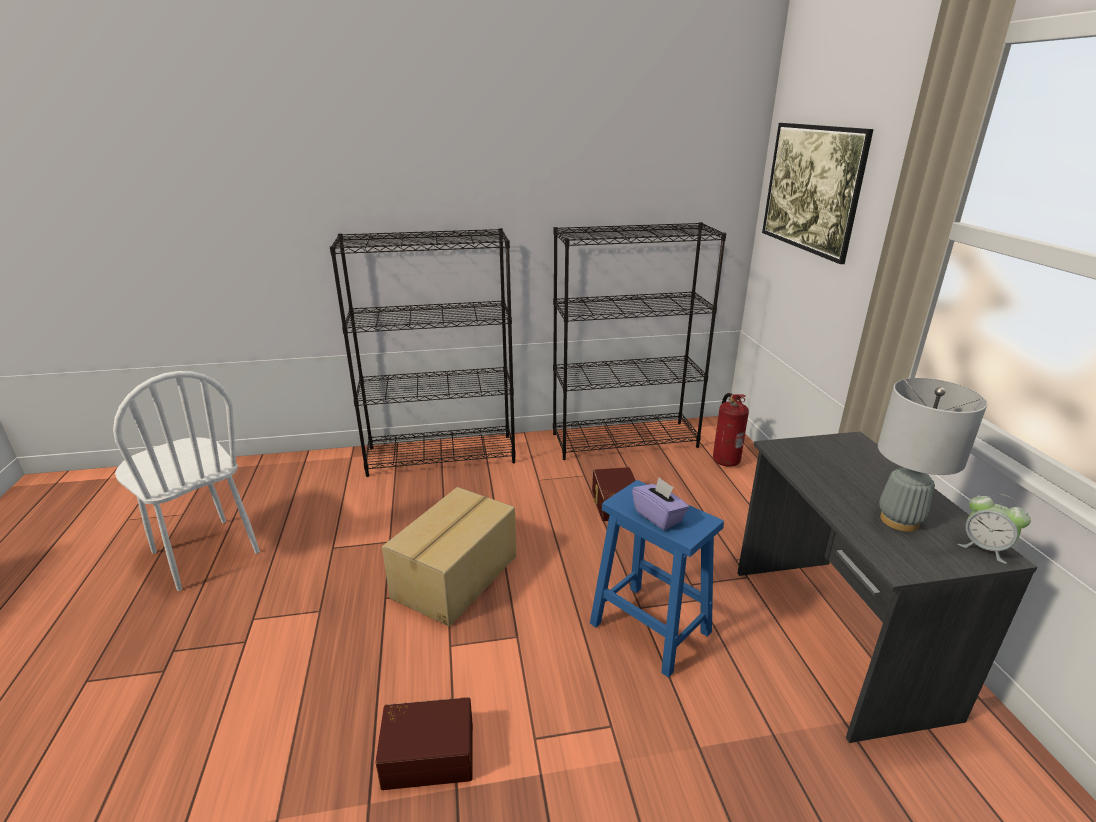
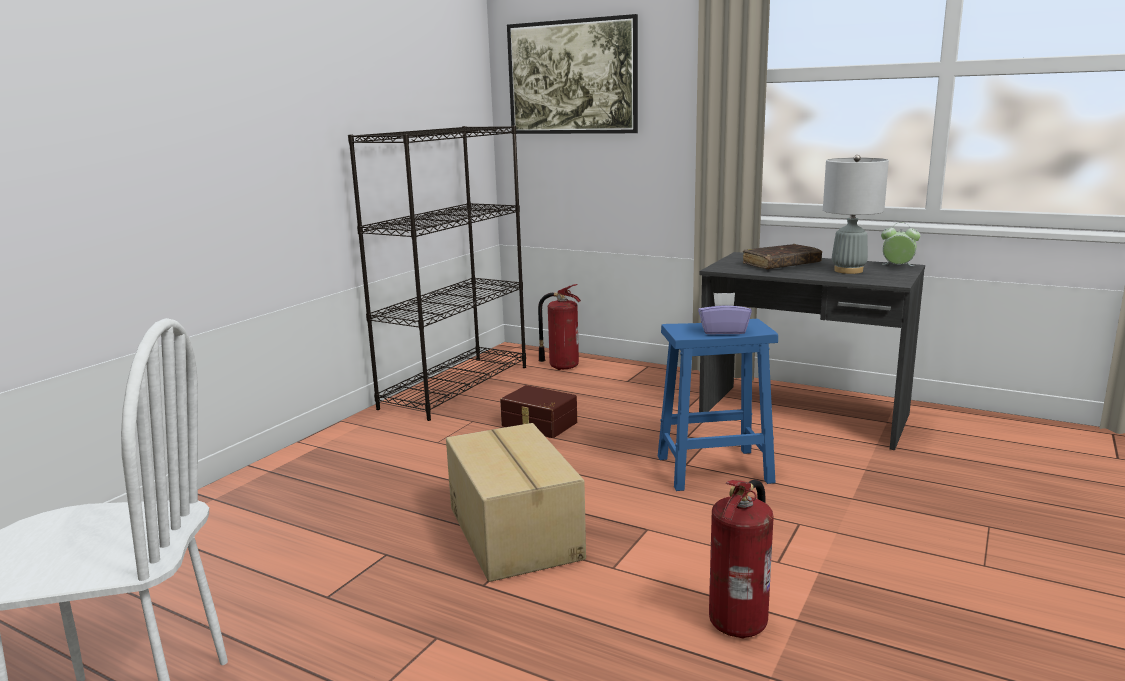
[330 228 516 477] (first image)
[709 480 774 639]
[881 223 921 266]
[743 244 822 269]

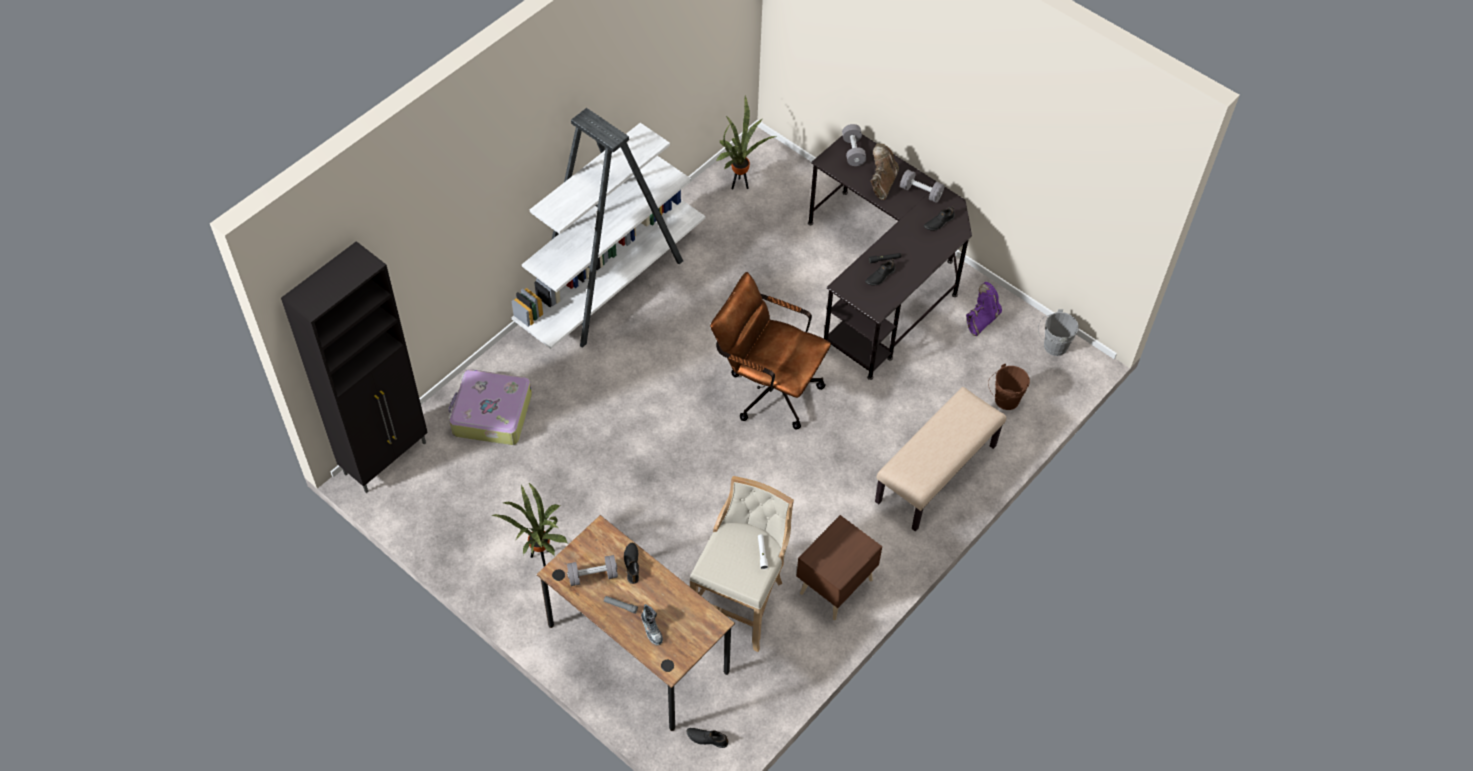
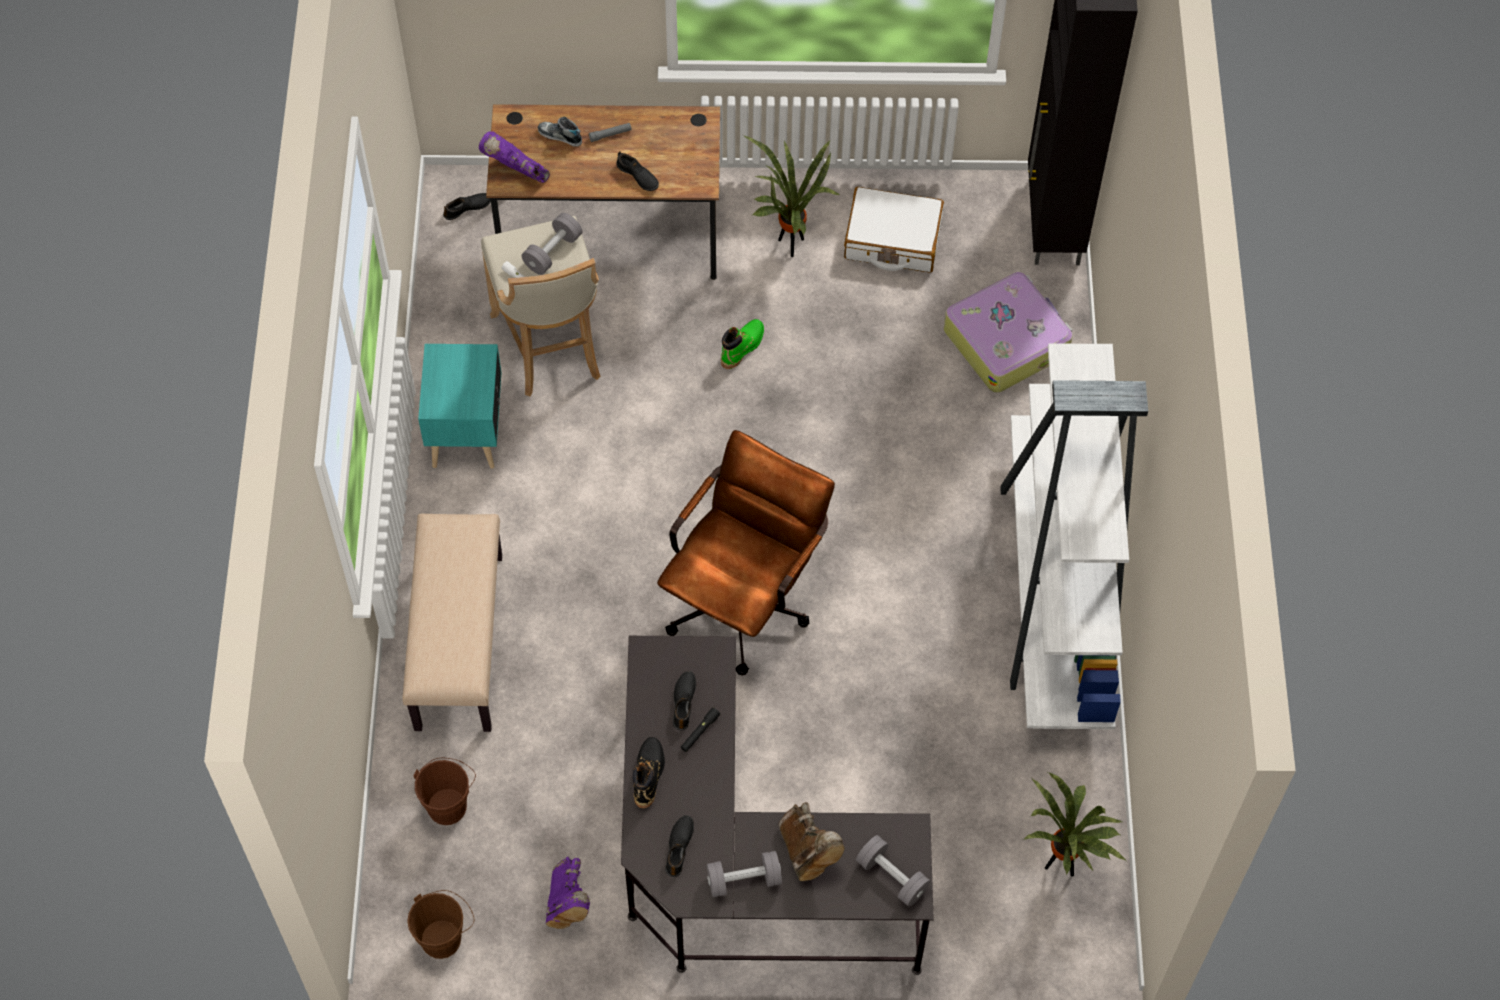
[522 213 582 275]
[657 430 835 676]
[418 344 502 469]
[407 890 474 959]
[479 131 550 183]
[633 737 665 808]
[721 319 764 369]
[844 187 944 272]

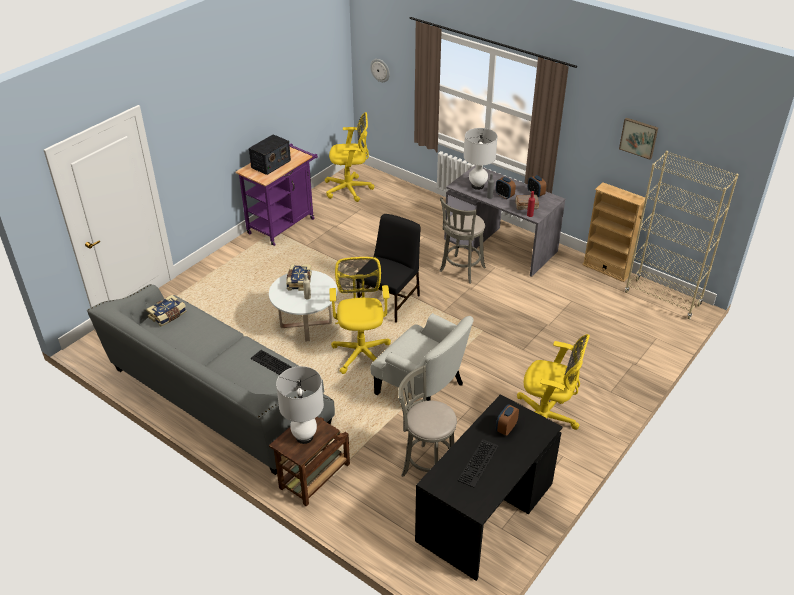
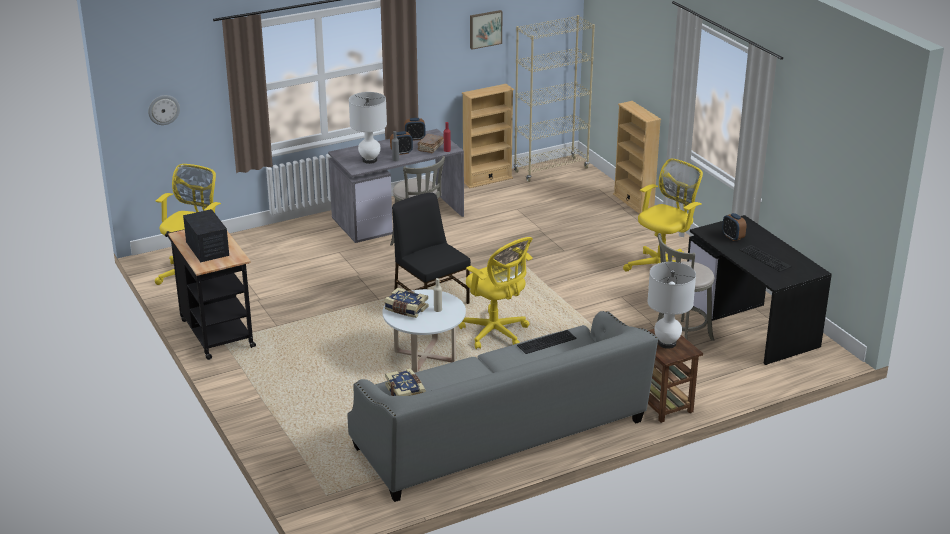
[165 229 256 360]
[458 237 533 349]
[370 313 474 401] (first image)
[613 101 661 214]

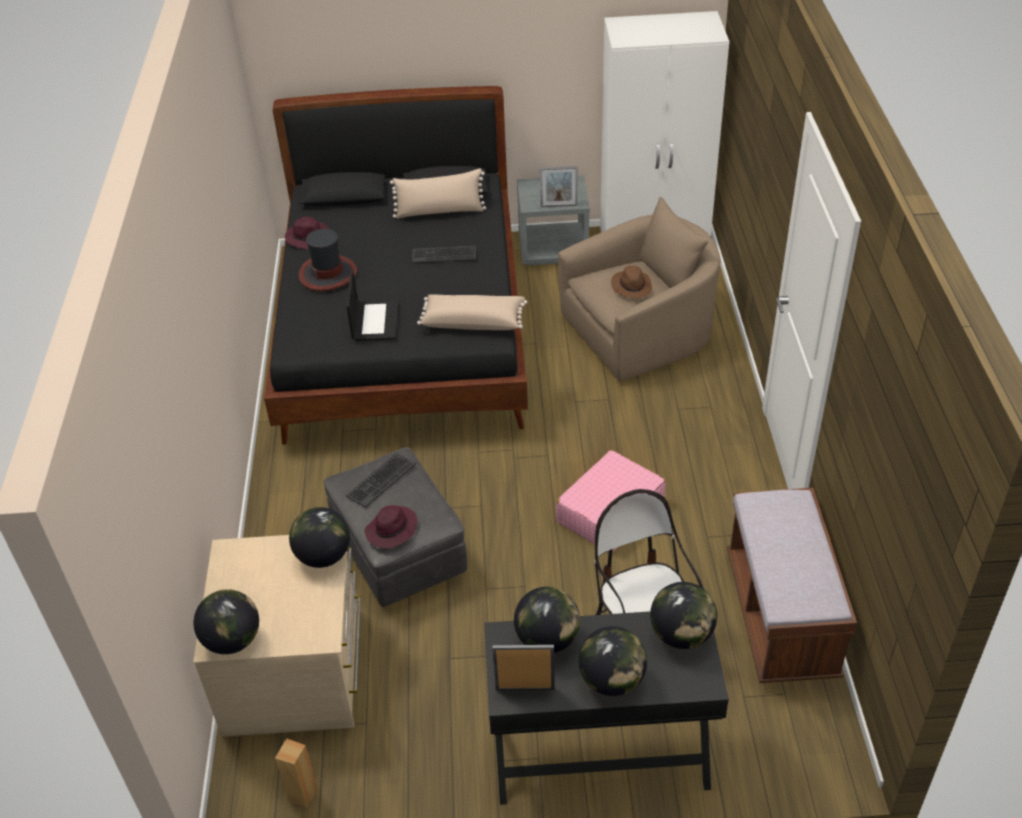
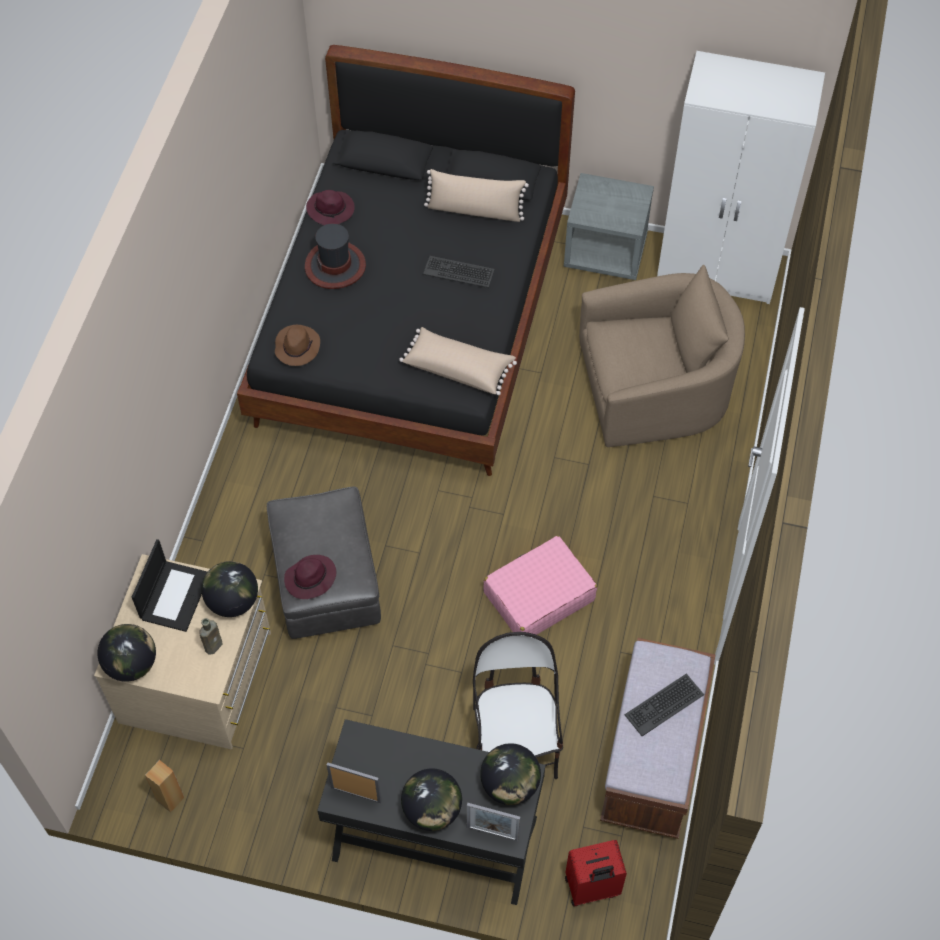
[132 539 207 632]
[625 674 704 736]
[514 587 580 653] (first image)
[467 803 520 841]
[275 325 320 366]
[199 618 223 654]
[565 840 627 907]

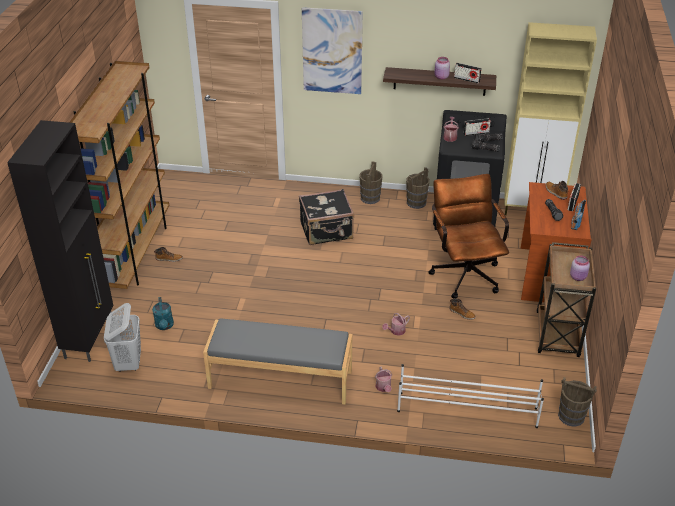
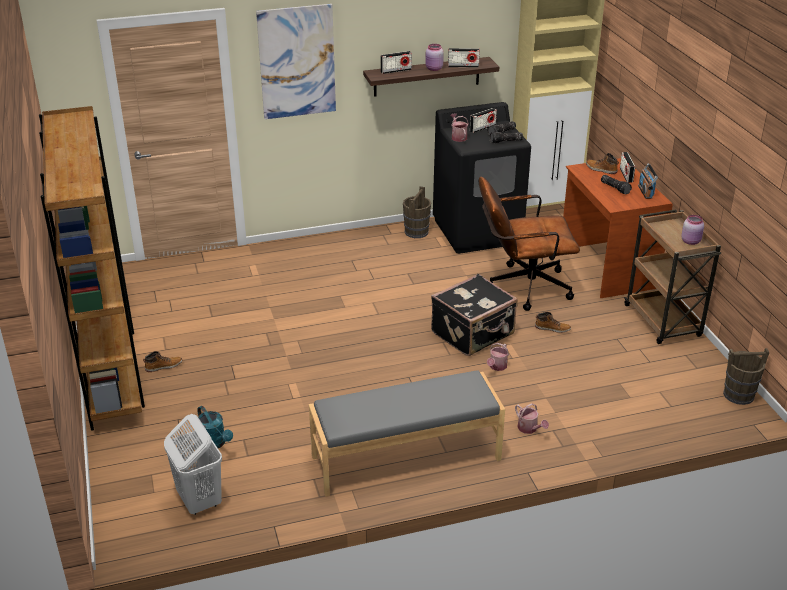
[7 120 113 362] (first image)
[431 274 518 356]
[360 161 382 204] (first image)
[397 364 544 428] (first image)
[479 177 580 311]
[381 51 412 74]

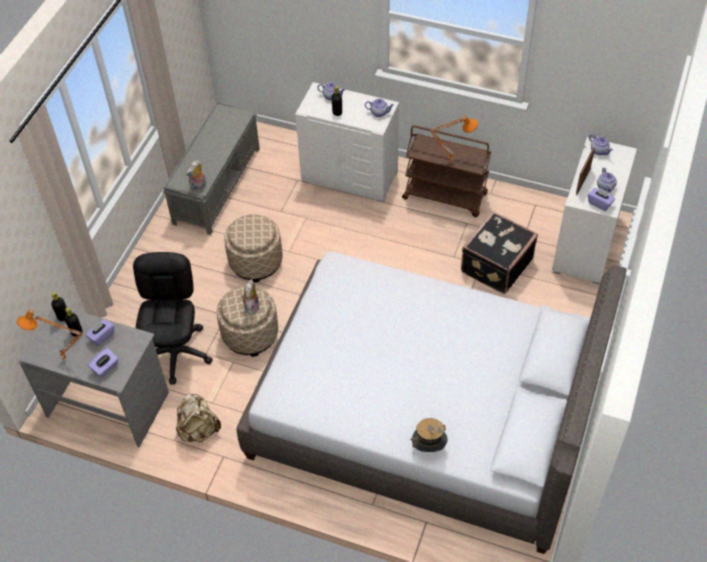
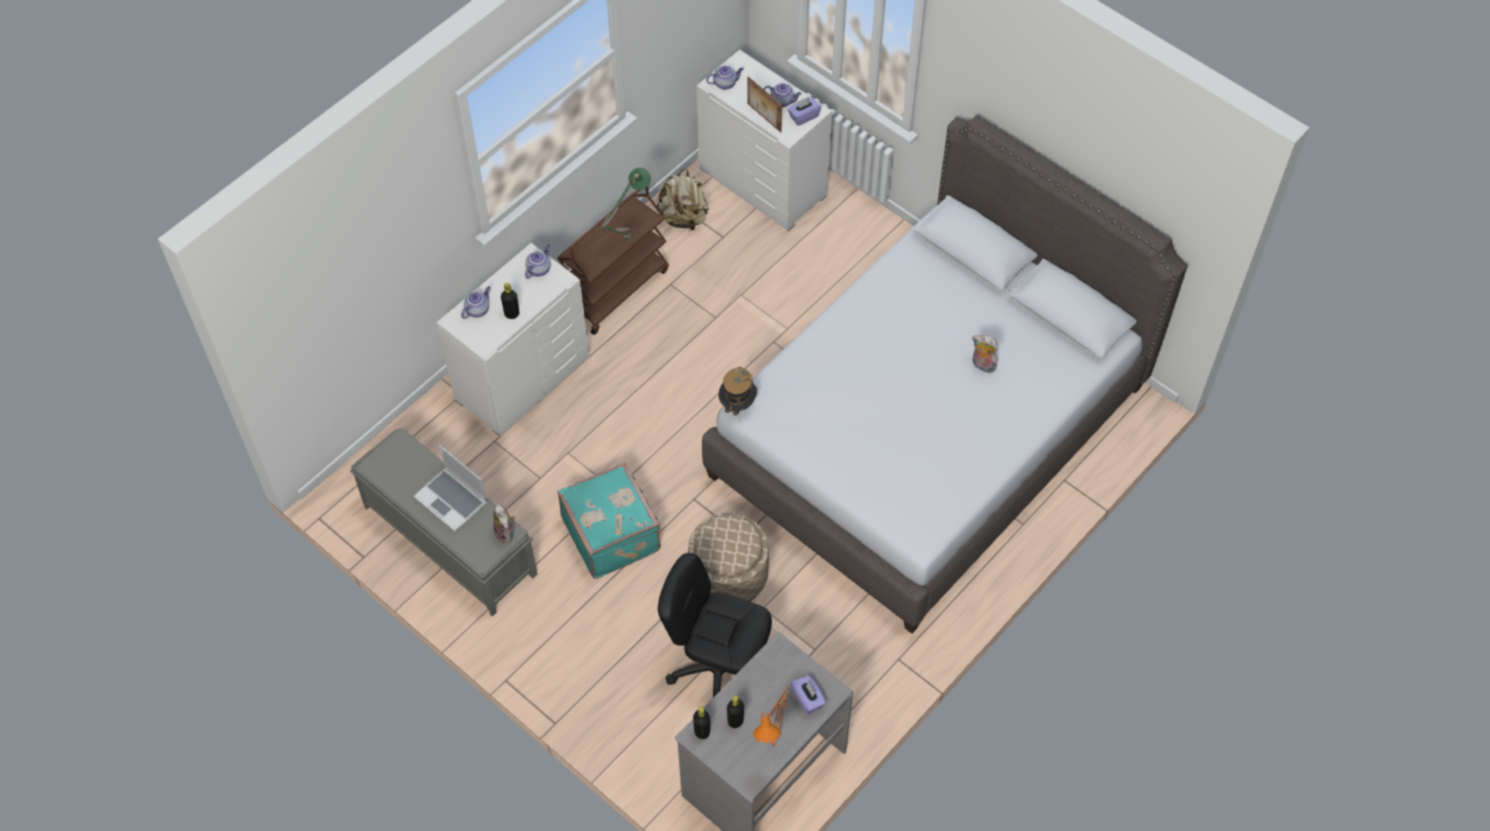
[85 319 114 346] (first image)
[656 169 709 231]
[557 462 661 579]
[972 335 998 373]
[719 367 757 417]
[601 168 651 242]
[461 211 538 294] (first image)
[414 445 487 531]

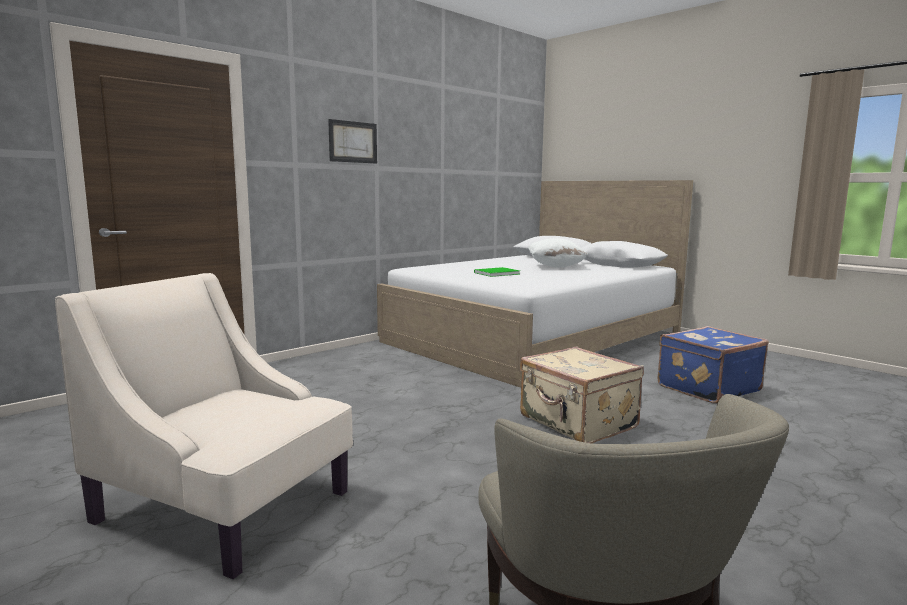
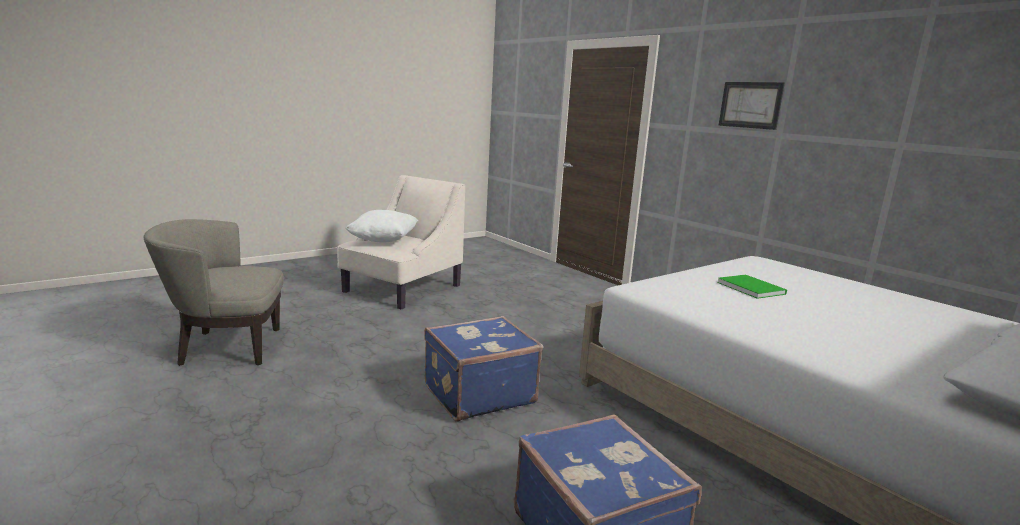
[424 316 543 422]
[345 210 418 243]

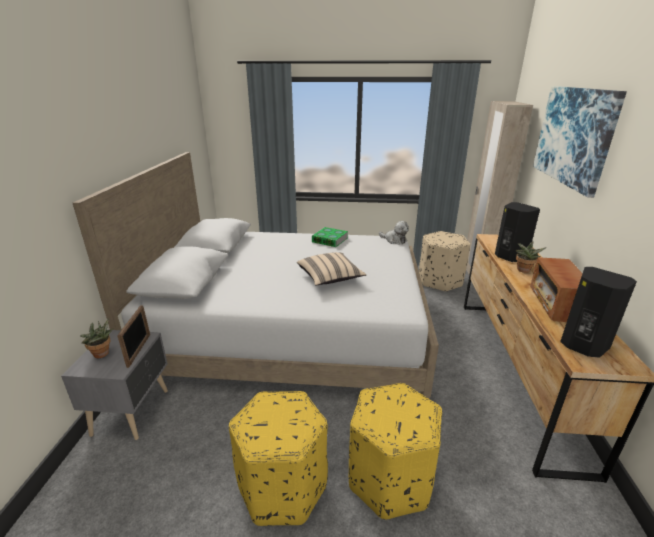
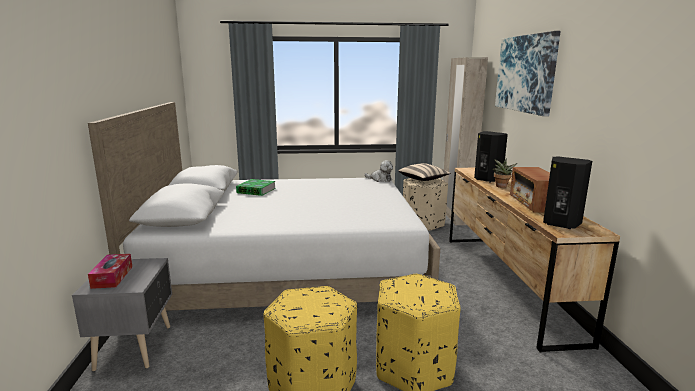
[88 254 132 289]
[117 305 150 368] (first image)
[399 163 451 181]
[236 179 276 196]

